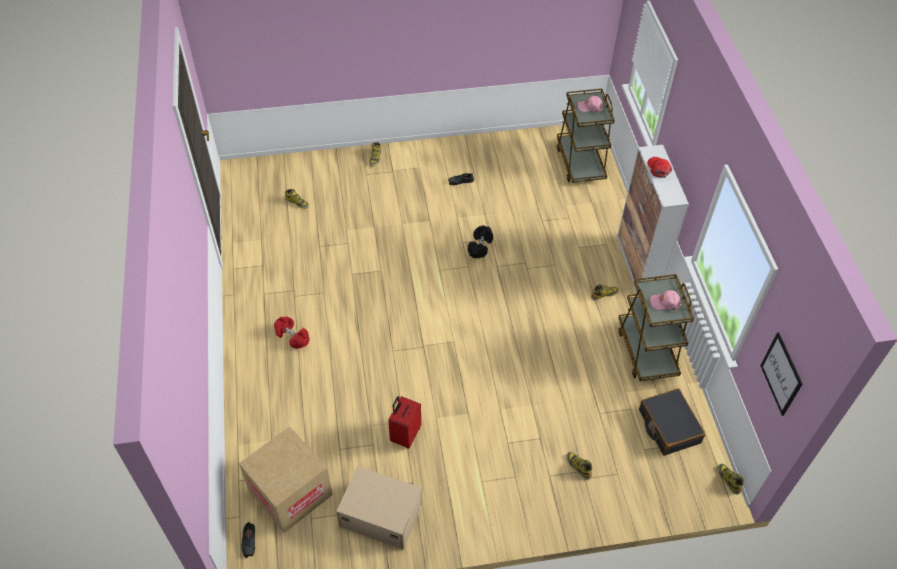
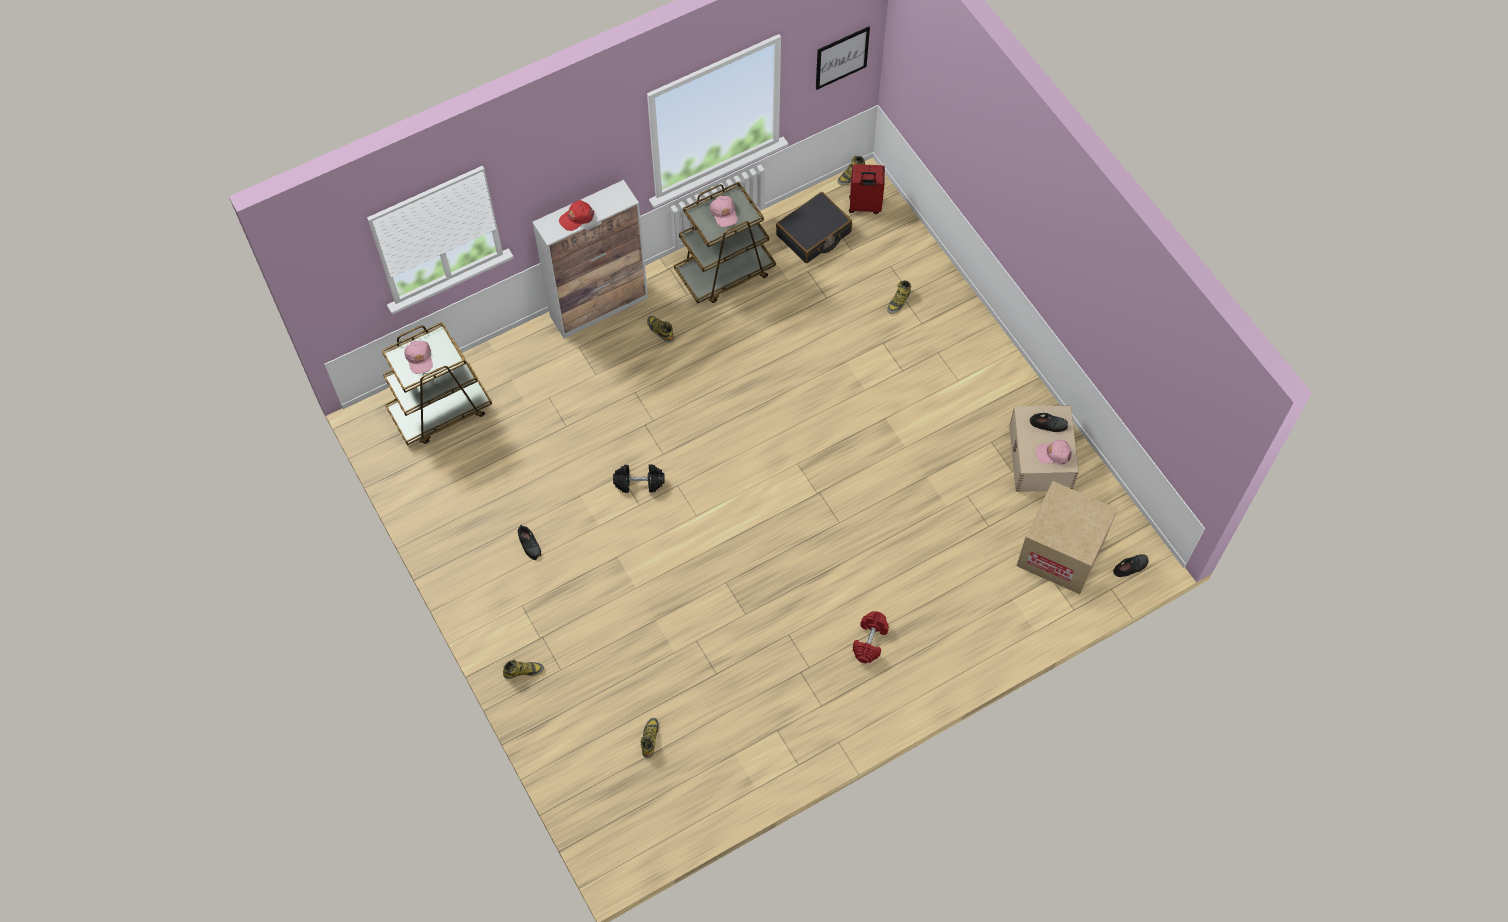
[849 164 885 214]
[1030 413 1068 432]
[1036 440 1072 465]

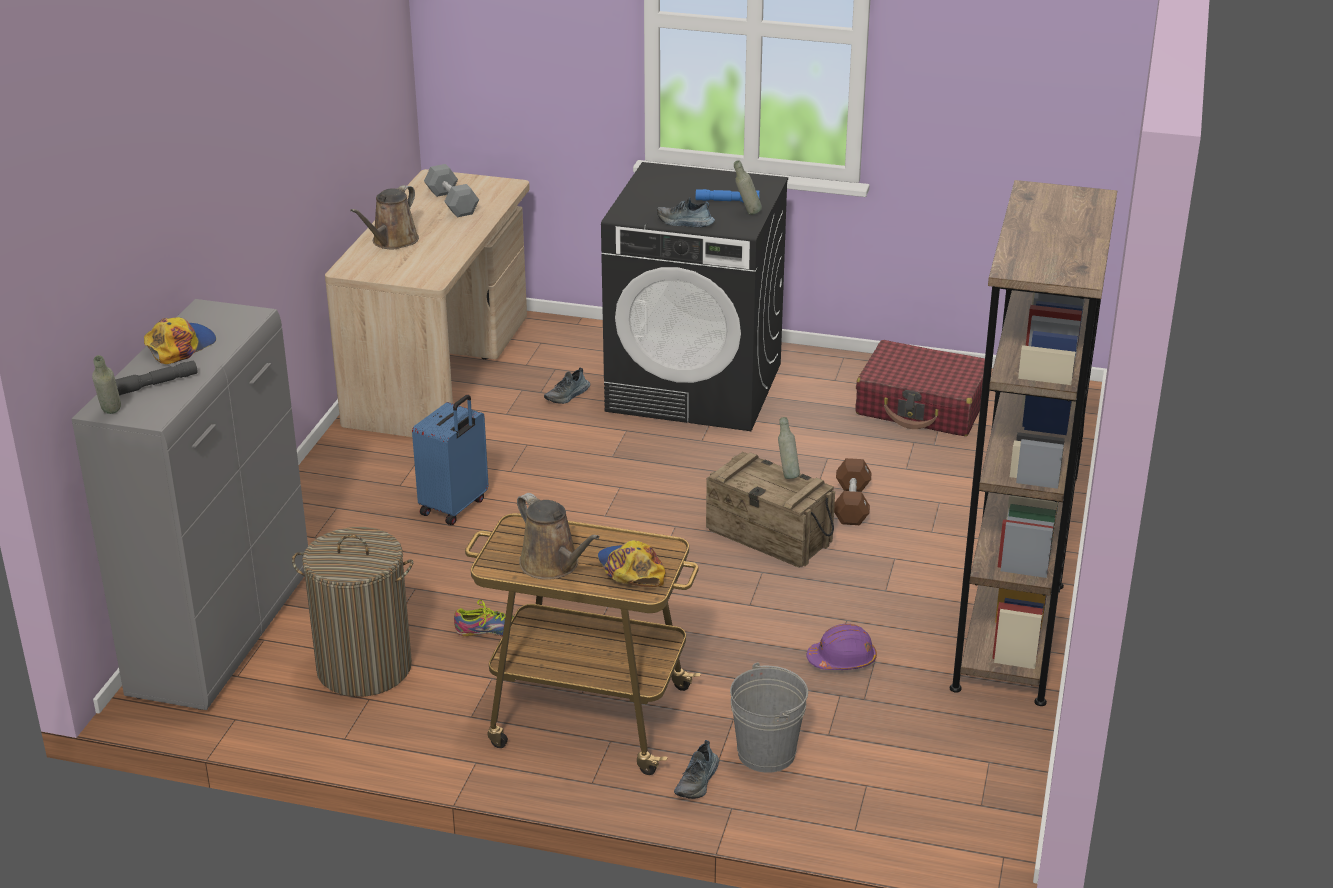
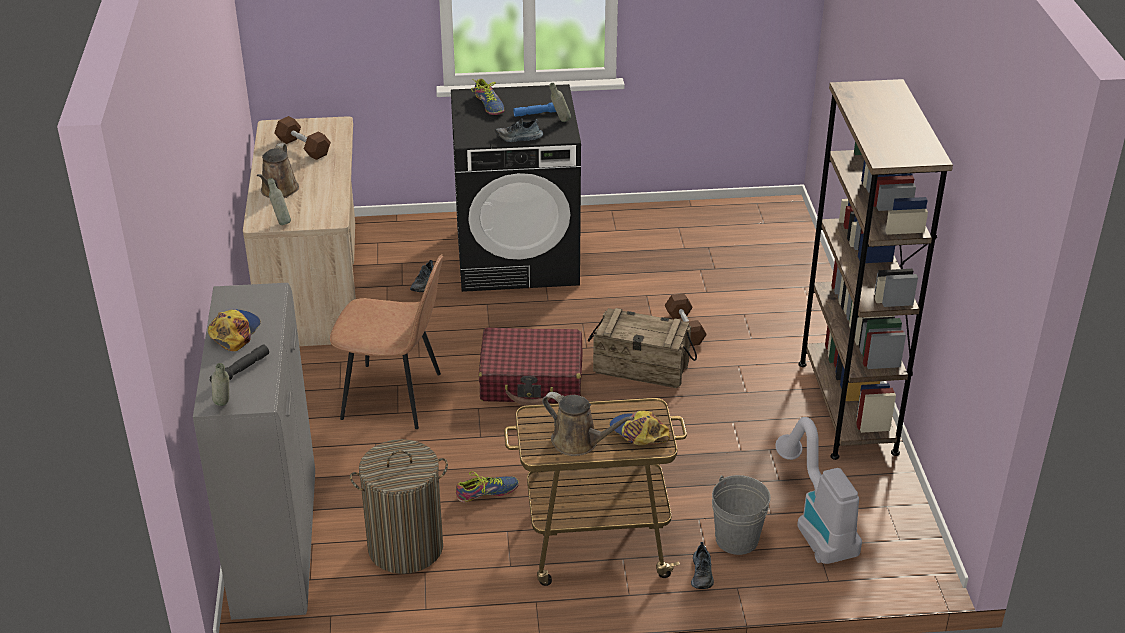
[330 254 443 429]
[274 116 331 160]
[267 178 291 225]
[806 624 877 670] (first image)
[478 327 582 406]
[471 79 504 115]
[775 417 862 564]

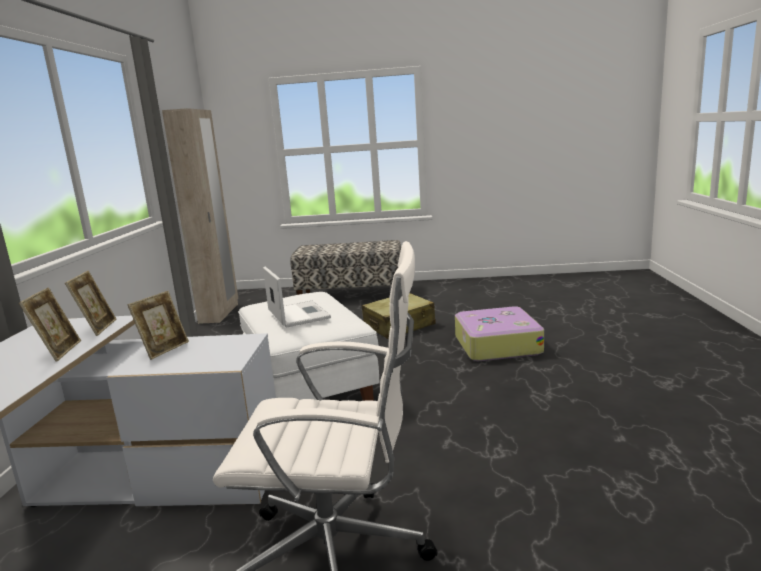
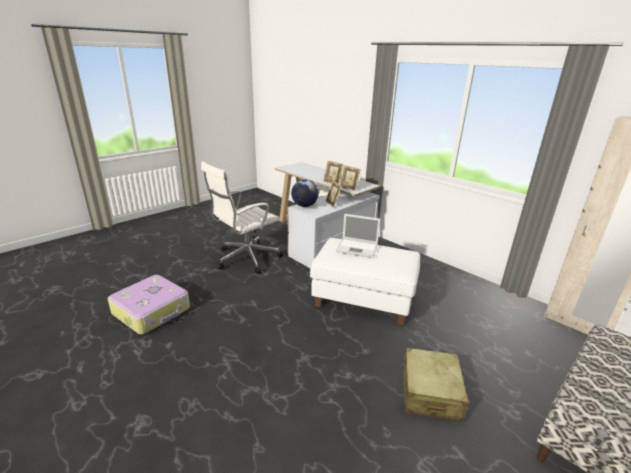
[108 275 190 334]
[291 179 319 207]

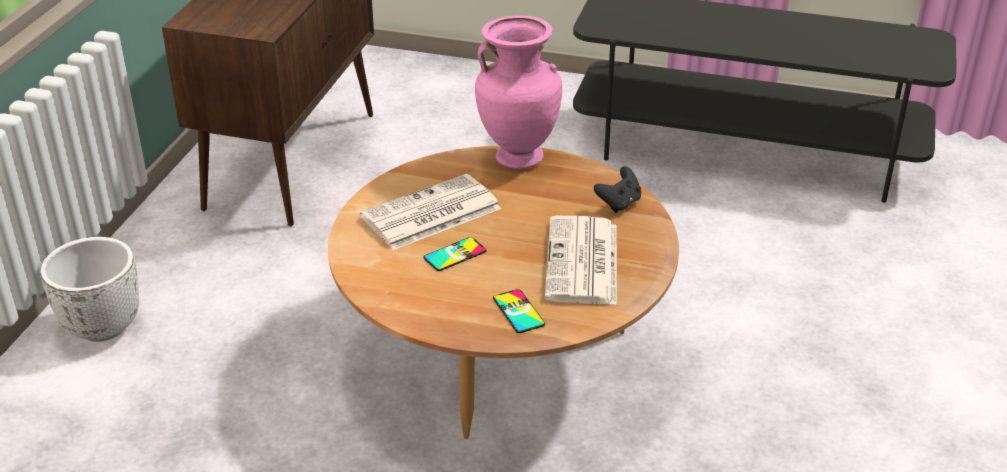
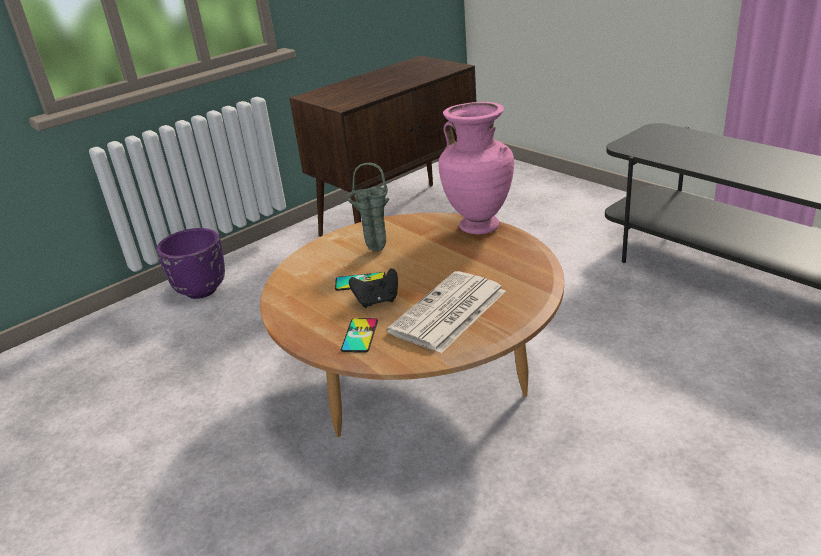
[156 228 225 299]
[346 163 390 251]
[349 268 398 308]

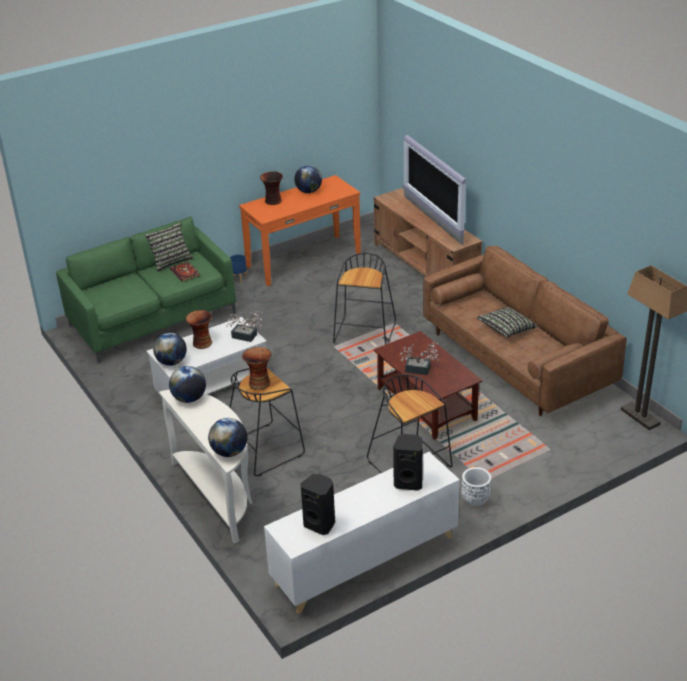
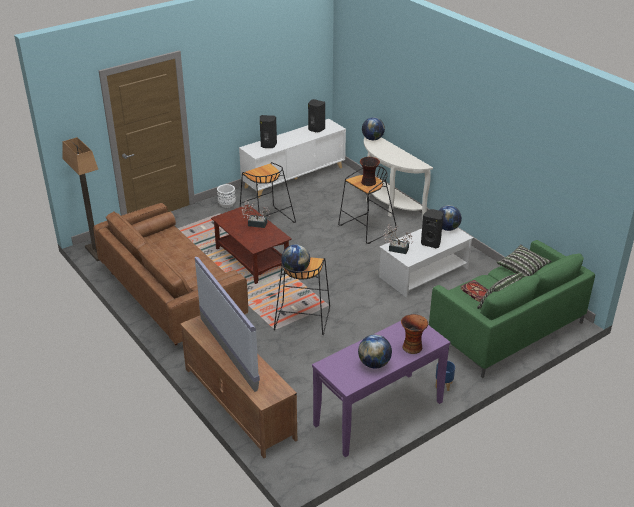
[281 244 310 273]
[421 209 444 248]
[312 321 451 457]
[497 244 551 277]

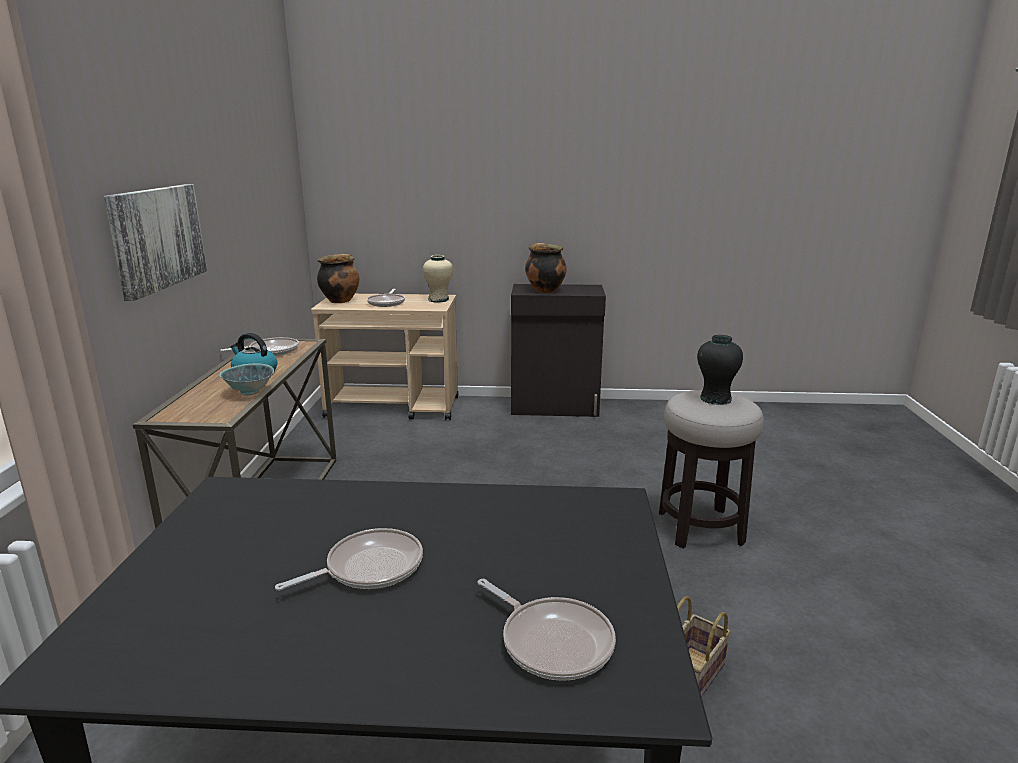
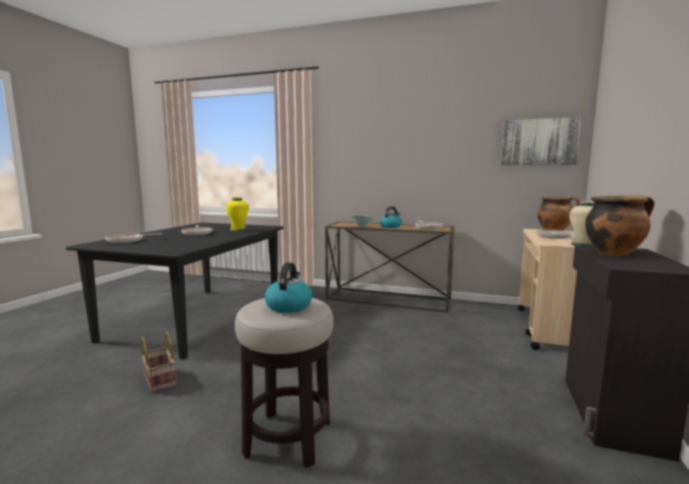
[501 117 582 165]
[265 262 312 313]
[226 197 249 232]

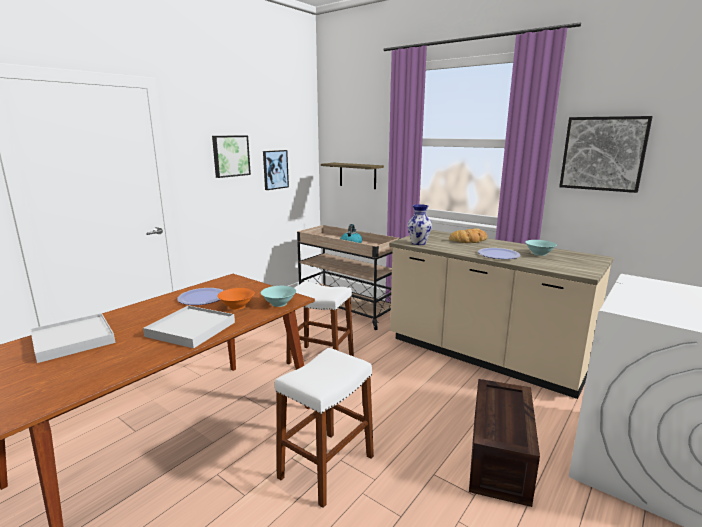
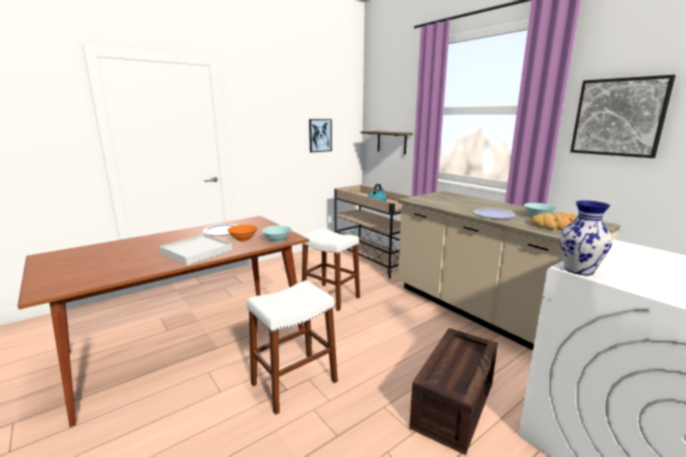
[30 313 115 363] (first image)
[212 135 251 178] (first image)
[560 200 613 275]
[530 212 577 230]

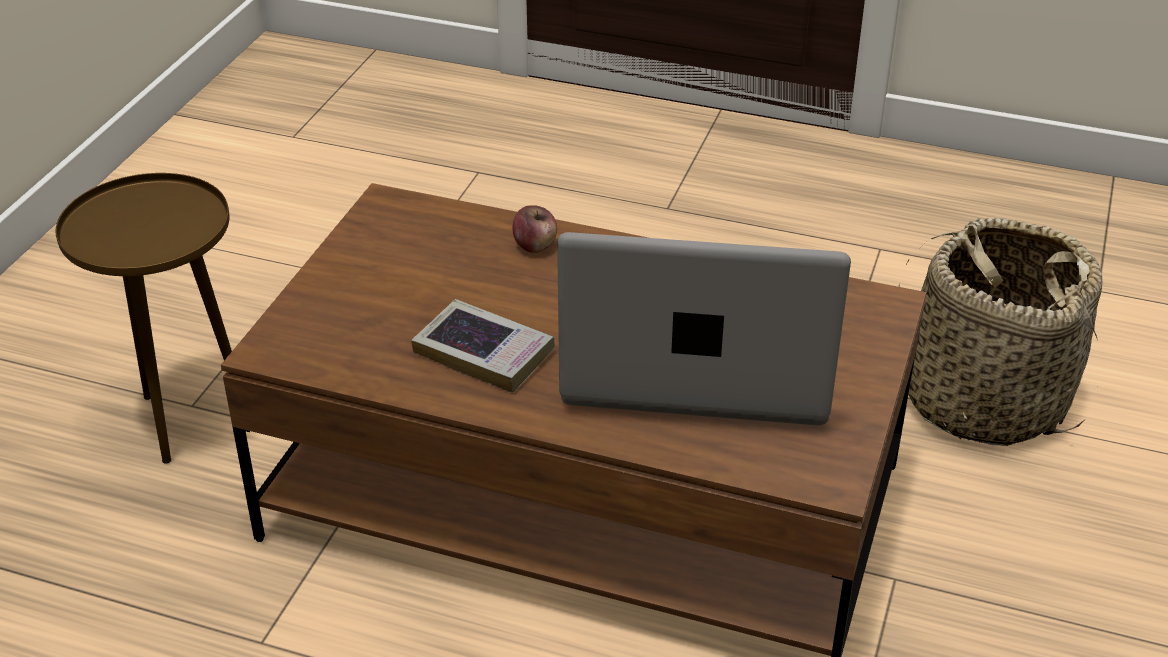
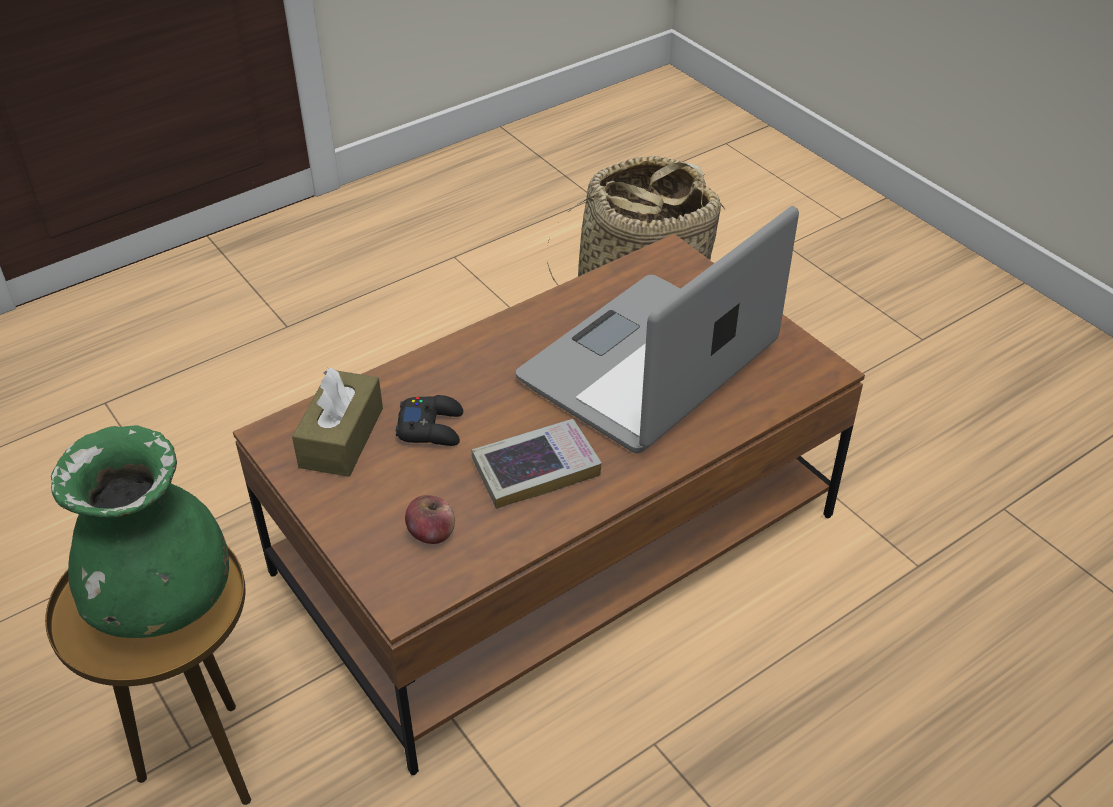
[405 495 455 544]
[51 425 229 638]
[292 367 383 477]
[396 395 463 446]

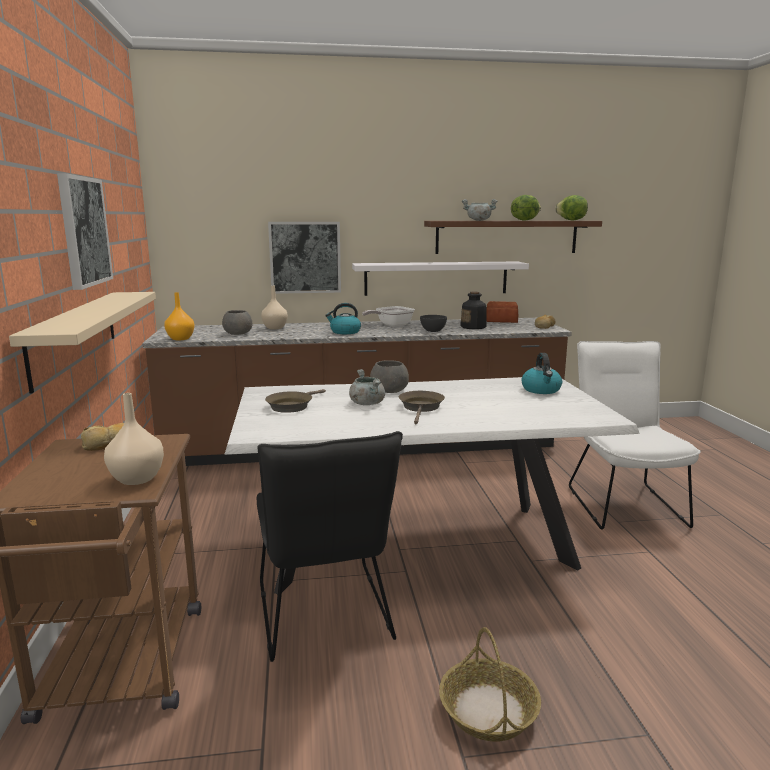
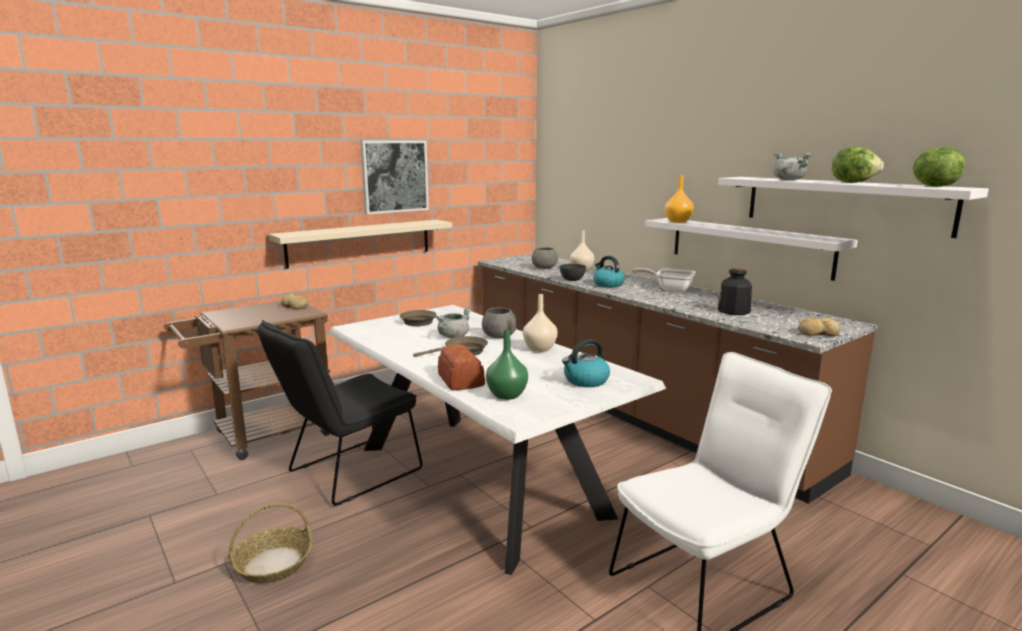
[523 294 558 352]
[665 175 694 223]
[268 222 341 294] (first image)
[560 264 586 281]
[718 177 989 238]
[438 344 485 390]
[486 329 528 400]

